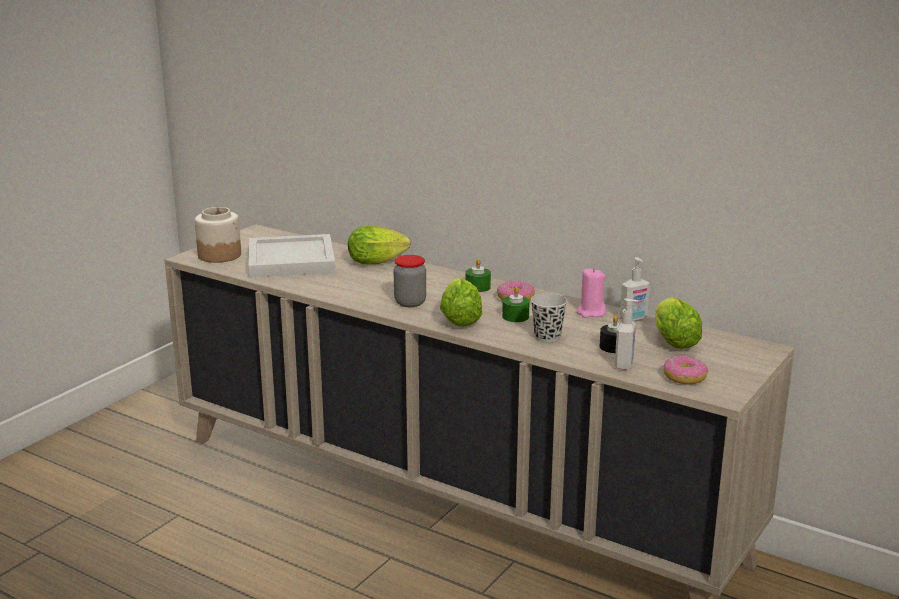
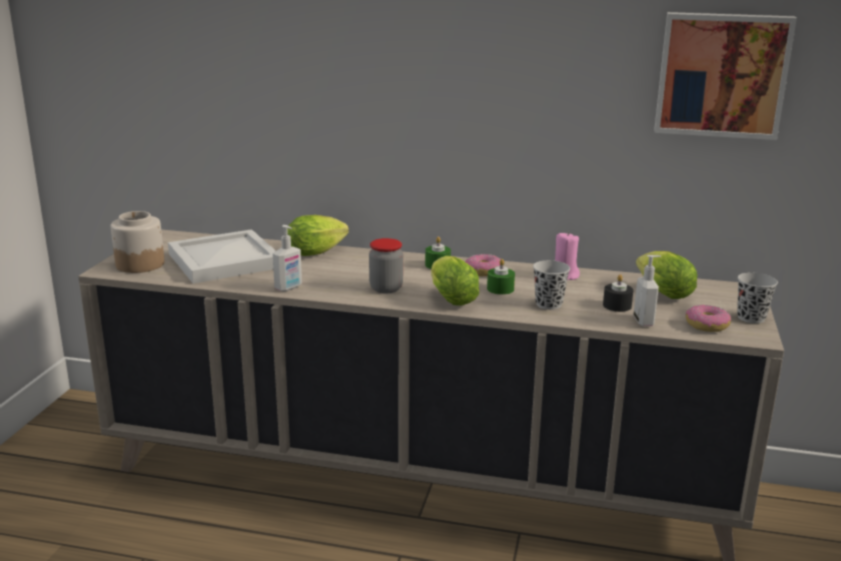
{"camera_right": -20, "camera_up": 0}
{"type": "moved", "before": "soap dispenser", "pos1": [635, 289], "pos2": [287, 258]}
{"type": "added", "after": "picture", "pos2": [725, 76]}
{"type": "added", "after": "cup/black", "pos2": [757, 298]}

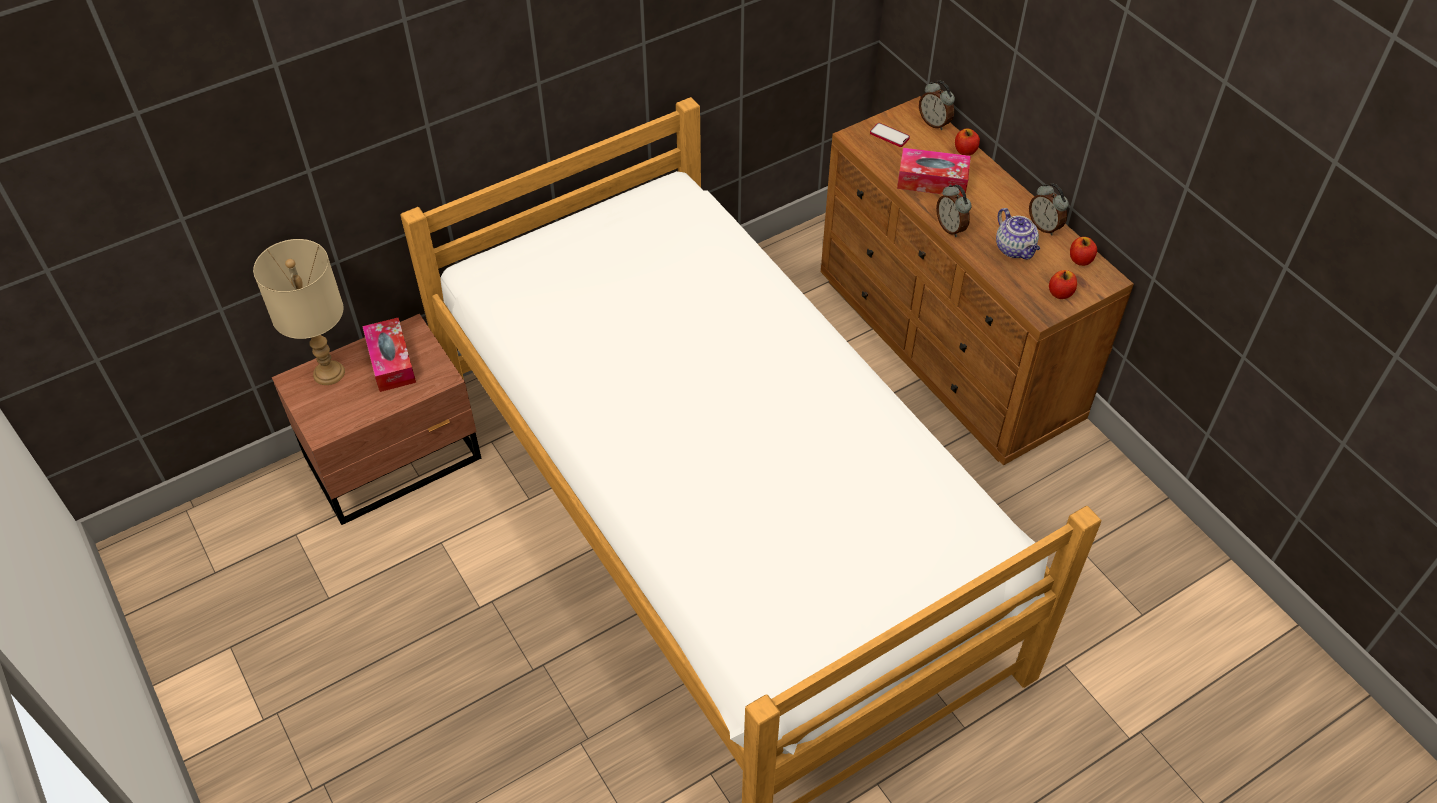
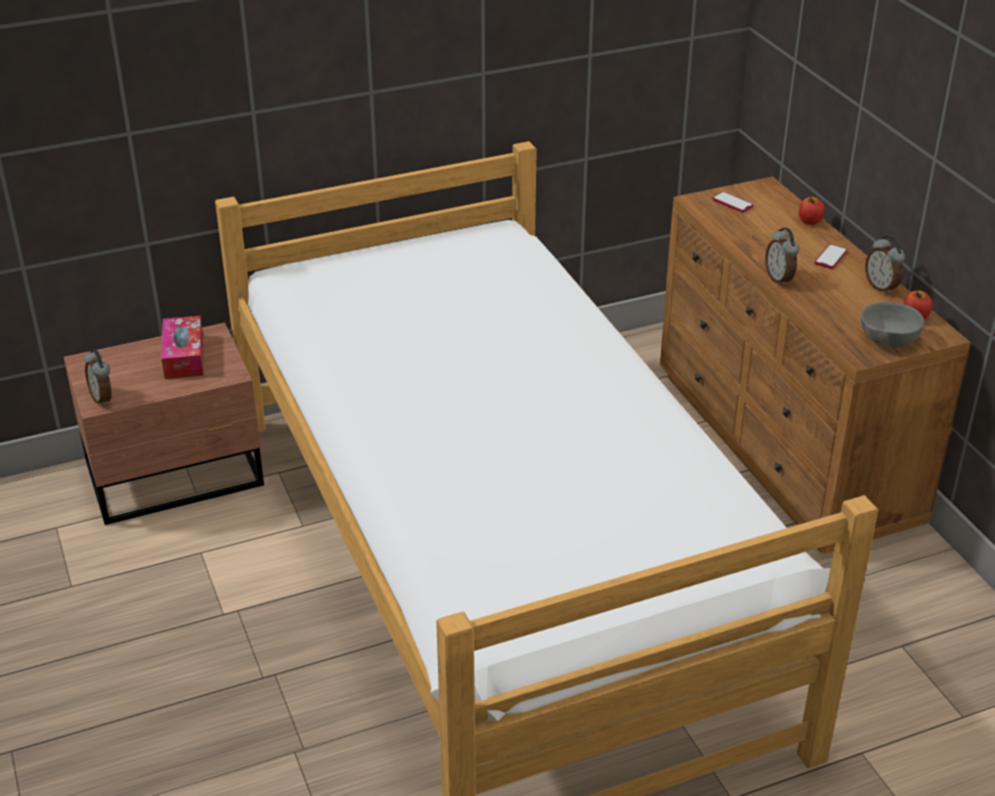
{"camera_right": 10, "camera_up": -15}
{"type": "moved", "before": "alarm clock", "pos1": [937, 105], "pos2": [98, 378]}
{"type": "added", "after": "phone", "pos2": [831, 256]}
{"type": "replaced", "before": "apple", "after": "bowl/grey", "pos1": [1063, 284], "pos2": [892, 324]}
{"type": "removed", "before": "table lamp/beige", "pos1": [299, 312]}
{"type": "removed", "before": "tissue box", "pos1": [934, 172]}
{"type": "removed", "before": "teapot", "pos1": [1018, 233]}

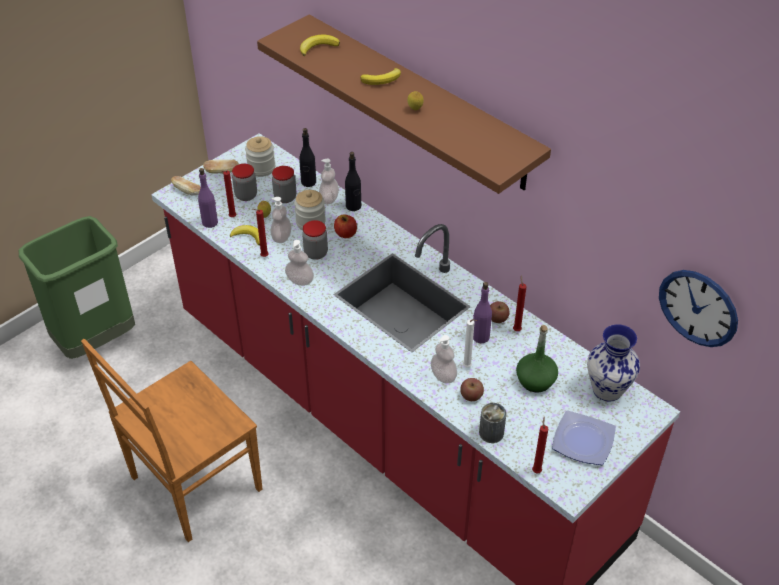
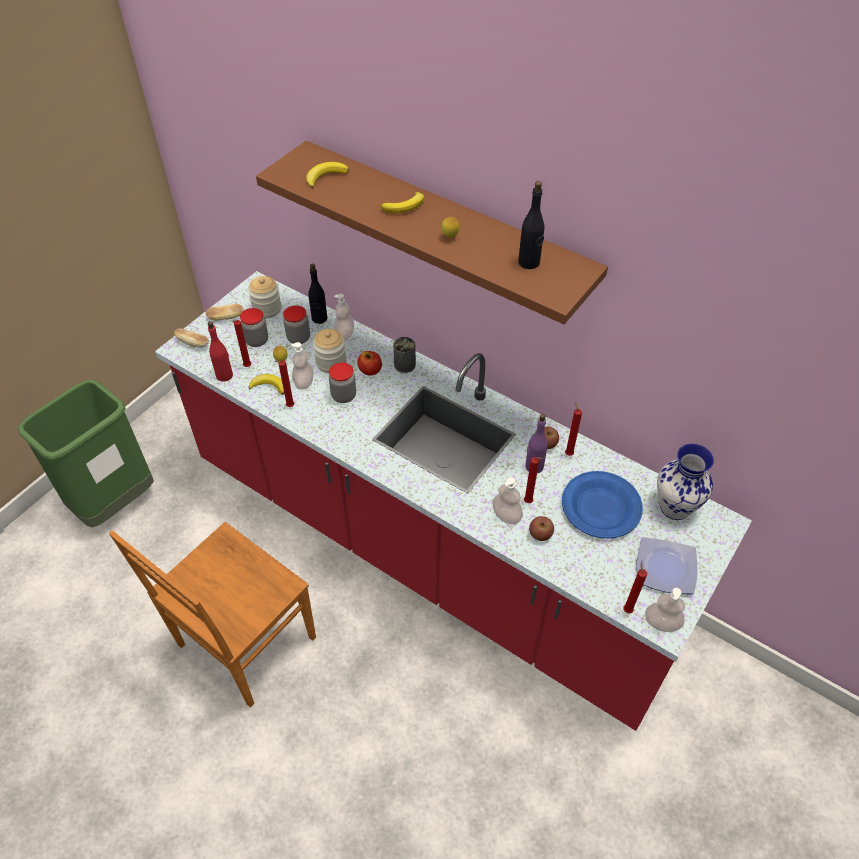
{"camera_right": -10, "camera_up": 5}
{"type": "recoloured", "before": "bottle/purple", "after": "bottle/red", "pos1": [208, 198], "pos2": [220, 351]}
{"type": "moved", "before": "can", "pos1": [493, 423], "pos2": [404, 355]}
{"type": "moved", "before": "bottle/black", "pos1": [353, 181], "pos2": [531, 225]}
{"type": "recoloured", "before": "candle/white", "after": "candle/red", "pos1": [470, 343], "pos2": [534, 480]}
{"type": "replaced", "before": "bottle/green", "after": "plate/blue", "pos1": [537, 358], "pos2": [602, 505]}
{"type": "moved", "before": "soap dispenser", "pos1": [299, 263], "pos2": [665, 610]}
{"type": "removed", "before": "wall clock", "pos1": [698, 308]}

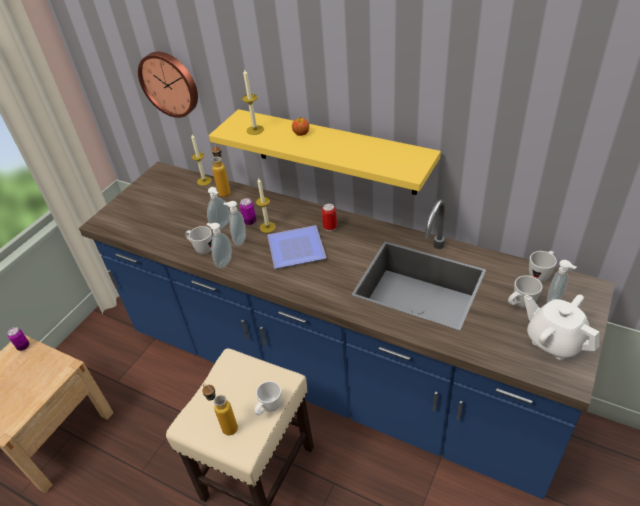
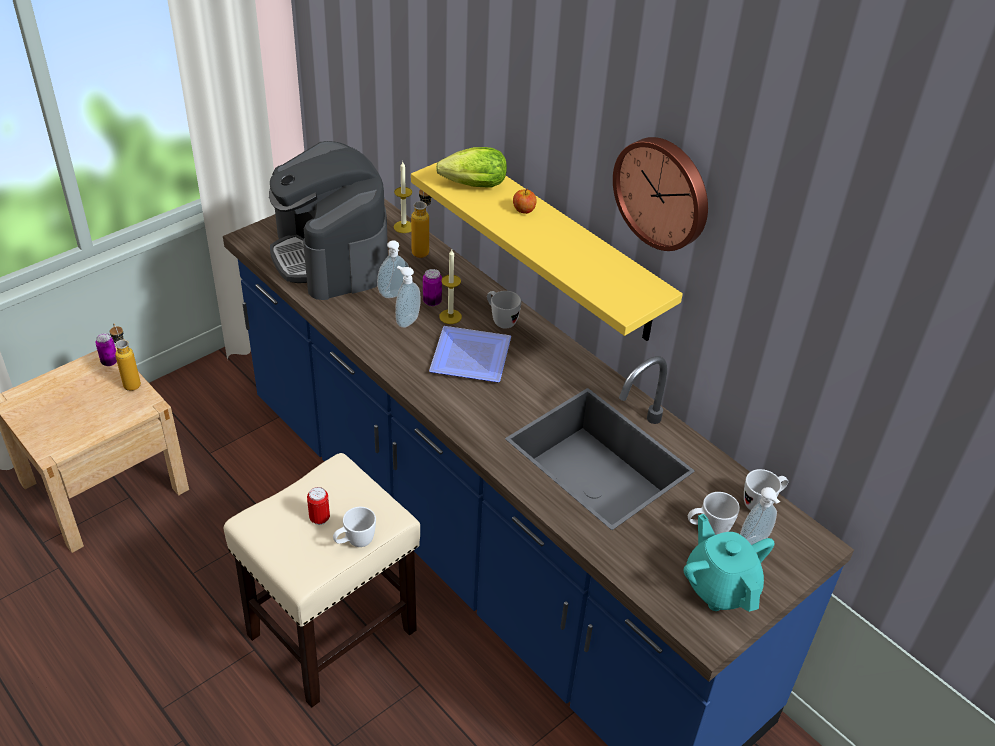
{"camera_right": 15, "camera_up": 0}
{"type": "moved", "before": "bottle", "pos1": [220, 409], "pos2": [125, 357]}
{"type": "added", "after": "coffee machine", "pos2": [328, 220]}
{"type": "moved", "before": "can", "pos1": [329, 217], "pos2": [318, 506]}
{"type": "replaced", "before": "candle", "after": "lettuce", "pos1": [253, 102], "pos2": [471, 167]}
{"type": "moved", "before": "mug/white", "pos1": [199, 240], "pos2": [504, 309]}
{"type": "moved", "before": "wall clock", "pos1": [168, 85], "pos2": [660, 194]}
{"type": "recoloured", "before": "teapot/white", "after": "teapot/turquoise", "pos1": [562, 327], "pos2": [729, 563]}
{"type": "removed", "before": "soap dispenser", "pos1": [219, 245]}

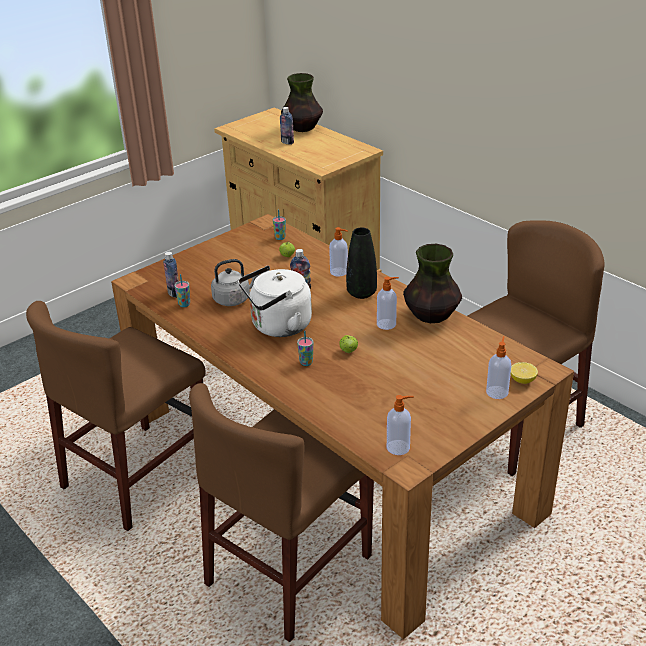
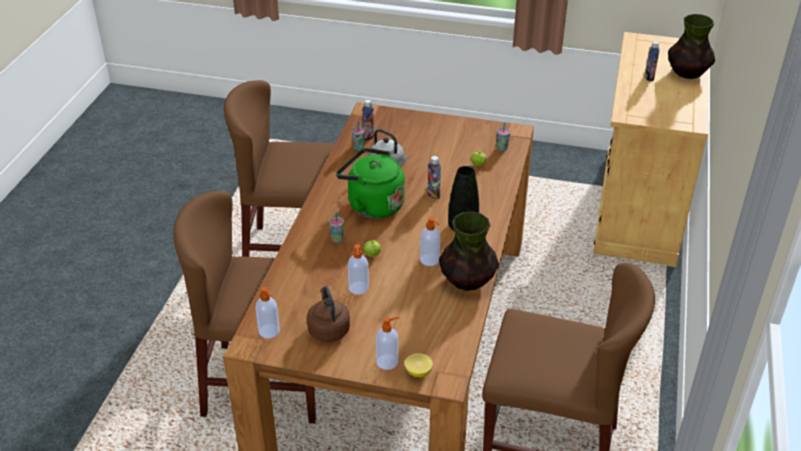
{"camera_right": 55, "camera_up": 5}
{"type": "added", "after": "kettle/brown", "pos2": [328, 314]}
{"type": "recoloured", "before": "kettle/white", "after": "kettle/green", "pos1": [275, 301], "pos2": [370, 183]}
{"type": "moved", "before": "soap dispenser", "pos1": [338, 252], "pos2": [358, 269]}

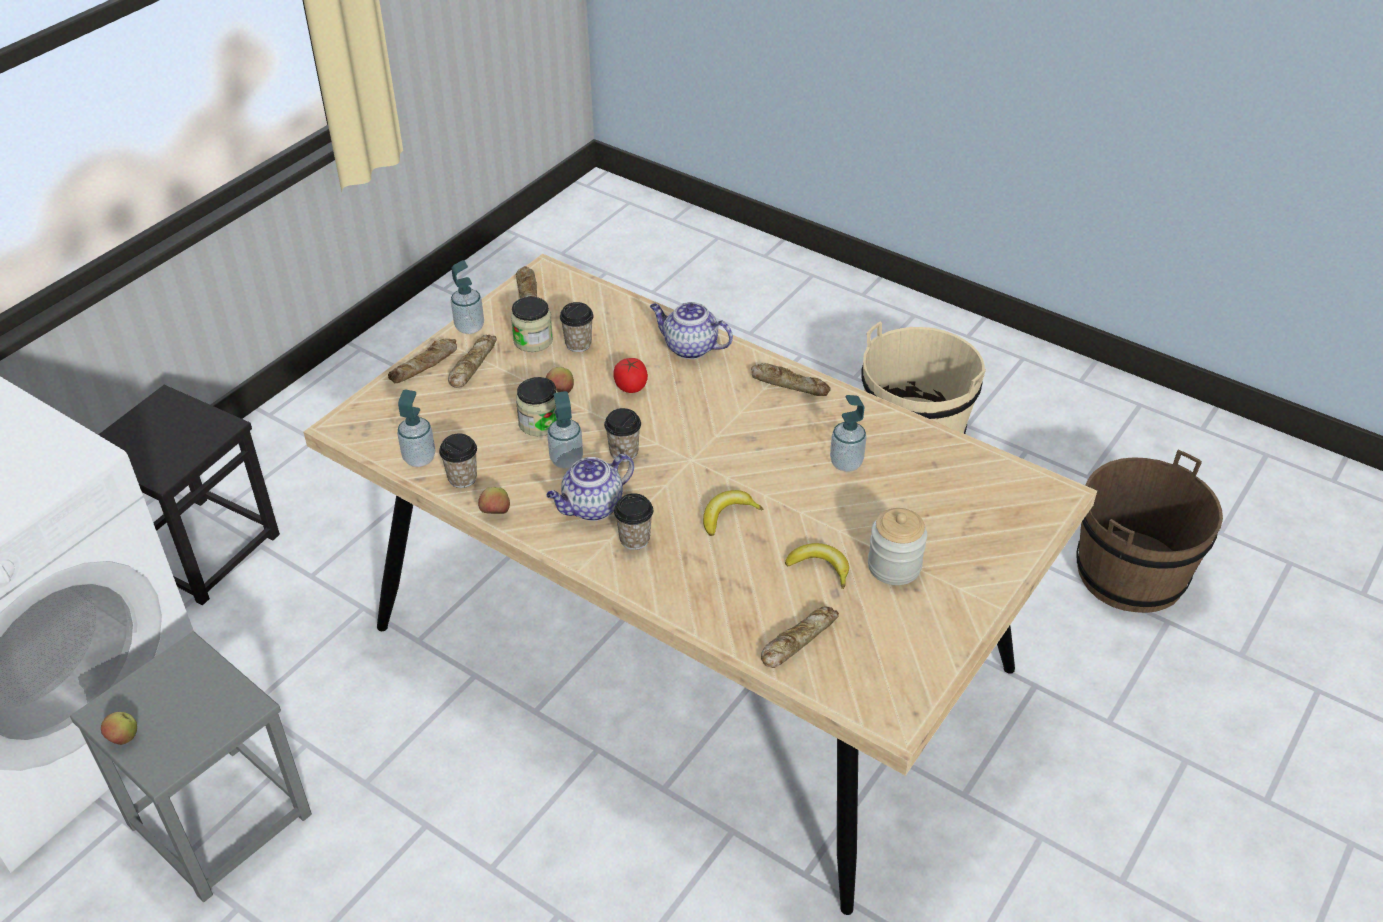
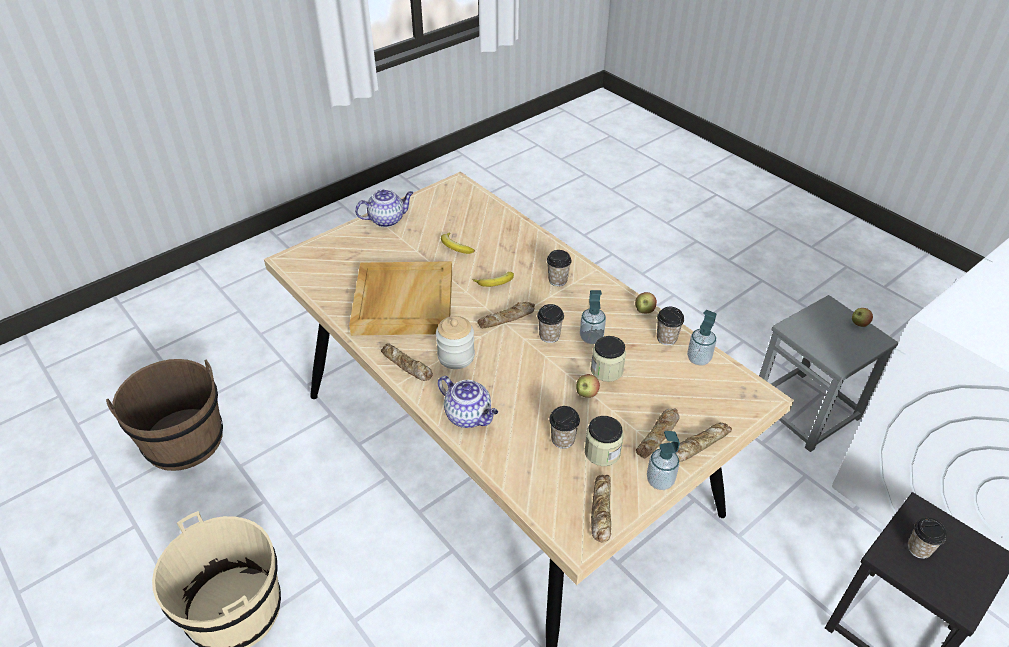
{"camera_right": -165, "camera_up": 0}
{"type": "replaced", "before": "soap dispenser", "after": "tray/beige", "pos1": [848, 433], "pos2": [400, 298]}
{"type": "moved", "before": "teapot", "pos1": [590, 487], "pos2": [384, 208]}
{"type": "moved", "before": "jar", "pos1": [897, 546], "pos2": [455, 342]}
{"type": "moved", "before": "bread", "pos1": [800, 637], "pos2": [506, 315]}
{"type": "added", "after": "cup", "pos2": [927, 538]}
{"type": "removed", "before": "tomato", "pos1": [630, 375]}

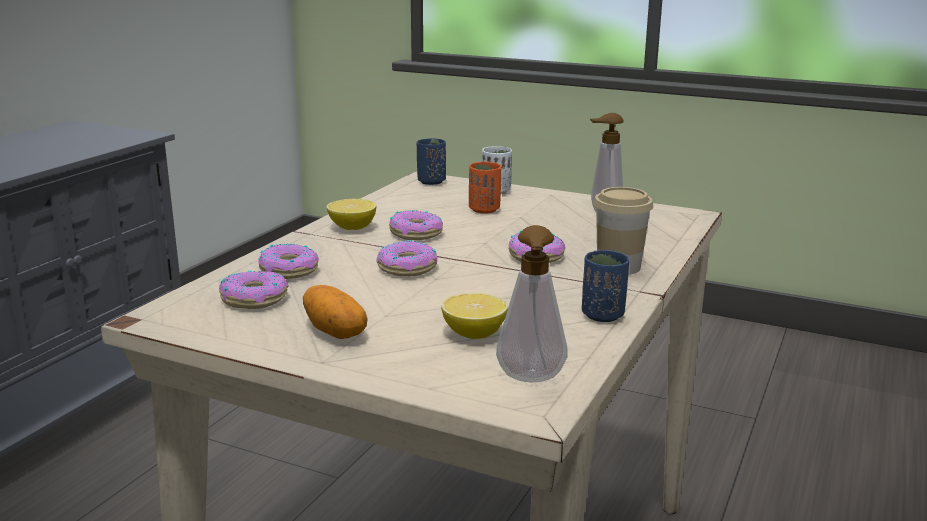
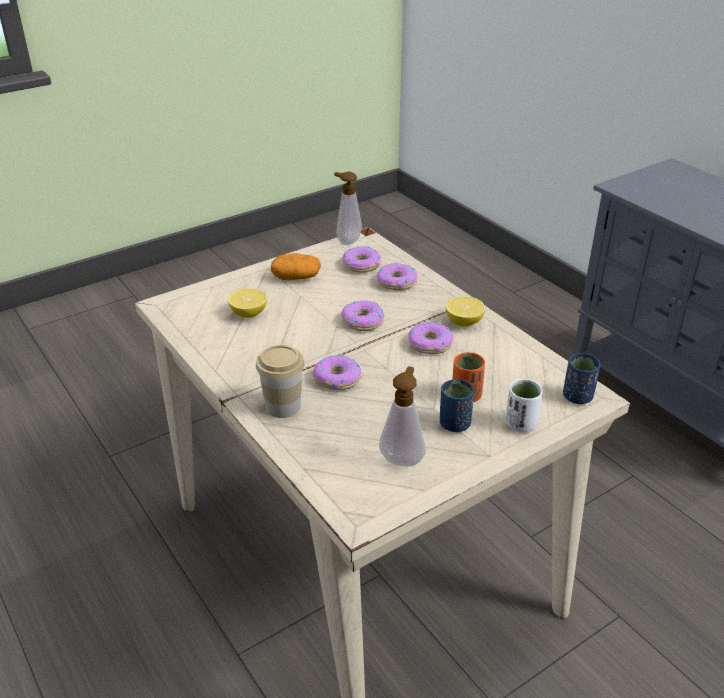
{"camera_right": 120, "camera_up": 15}
{"type": "moved", "before": "soap dispenser", "pos1": [531, 303], "pos2": [348, 208]}
{"type": "moved", "before": "cup/blue", "pos1": [605, 286], "pos2": [457, 405]}

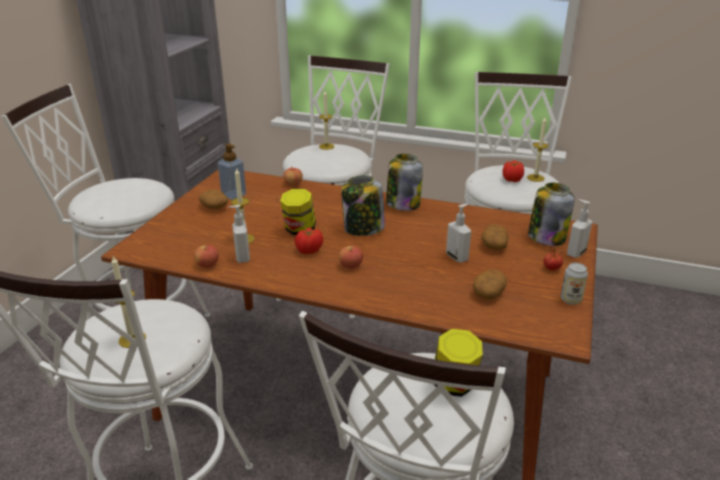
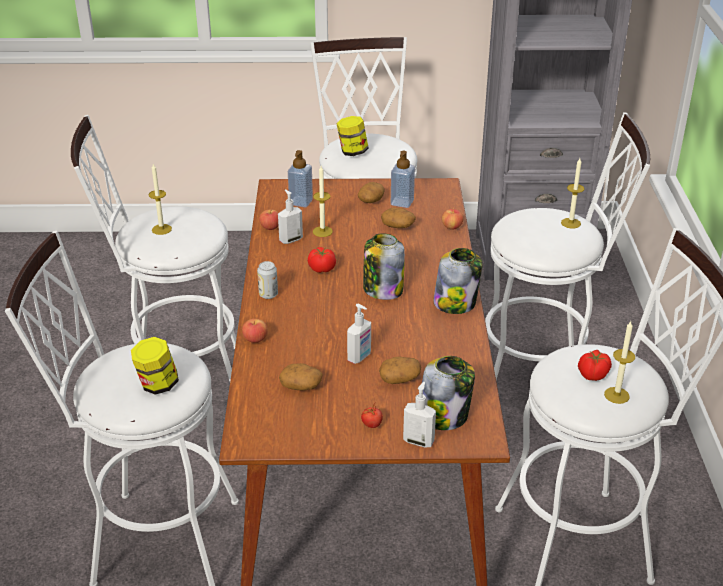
{"camera_right": 70, "camera_up": 5}
{"type": "moved", "before": "apple", "pos1": [351, 257], "pos2": [255, 331]}
{"type": "moved", "before": "can", "pos1": [574, 284], "pos2": [267, 280]}
{"type": "added", "after": "soap dispenser", "pos2": [300, 178]}
{"type": "moved", "before": "jar", "pos1": [298, 212], "pos2": [352, 136]}
{"type": "added", "after": "potato", "pos2": [398, 218]}

